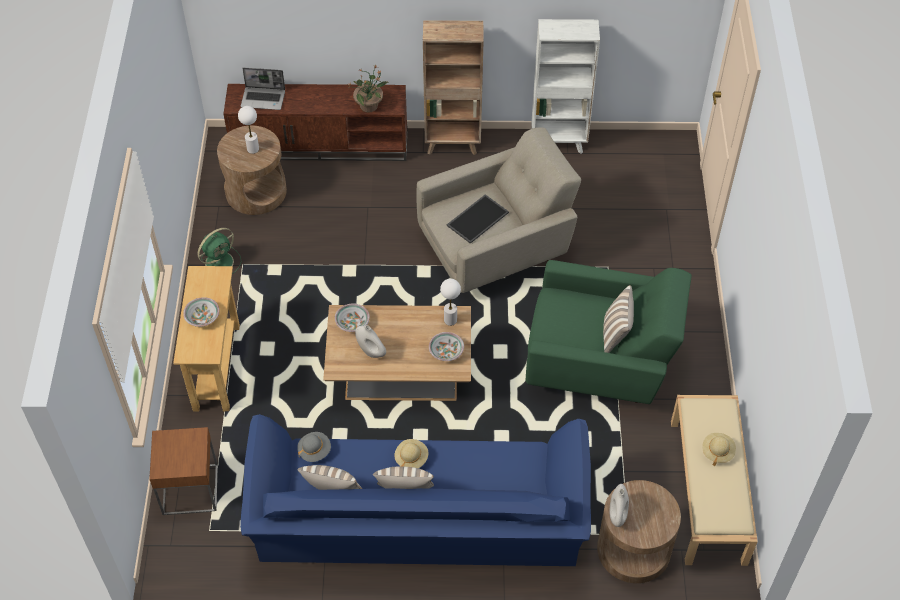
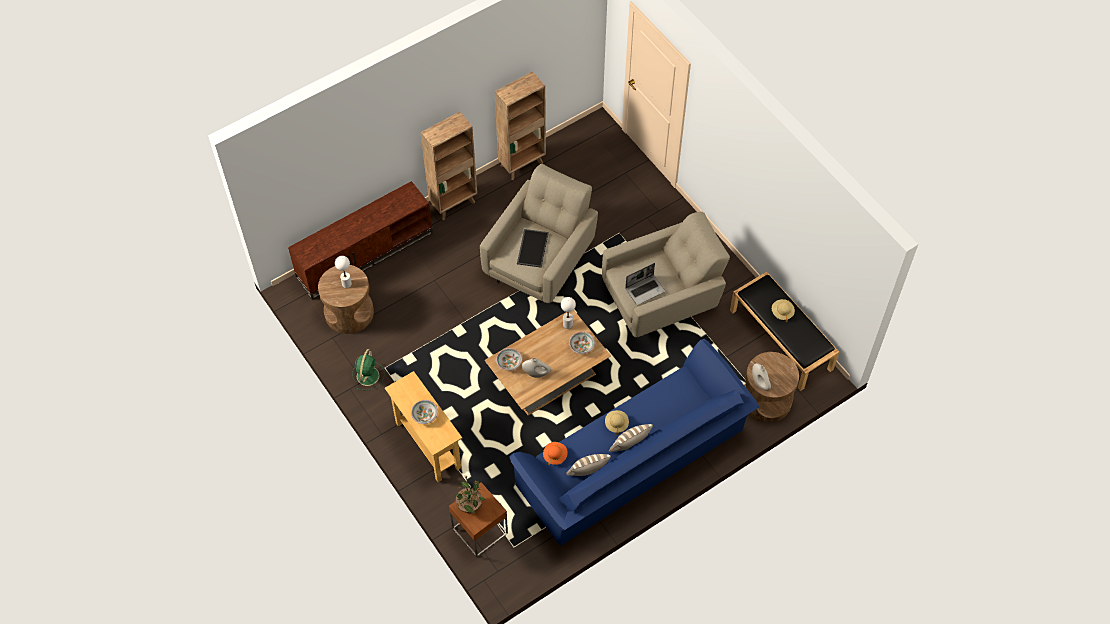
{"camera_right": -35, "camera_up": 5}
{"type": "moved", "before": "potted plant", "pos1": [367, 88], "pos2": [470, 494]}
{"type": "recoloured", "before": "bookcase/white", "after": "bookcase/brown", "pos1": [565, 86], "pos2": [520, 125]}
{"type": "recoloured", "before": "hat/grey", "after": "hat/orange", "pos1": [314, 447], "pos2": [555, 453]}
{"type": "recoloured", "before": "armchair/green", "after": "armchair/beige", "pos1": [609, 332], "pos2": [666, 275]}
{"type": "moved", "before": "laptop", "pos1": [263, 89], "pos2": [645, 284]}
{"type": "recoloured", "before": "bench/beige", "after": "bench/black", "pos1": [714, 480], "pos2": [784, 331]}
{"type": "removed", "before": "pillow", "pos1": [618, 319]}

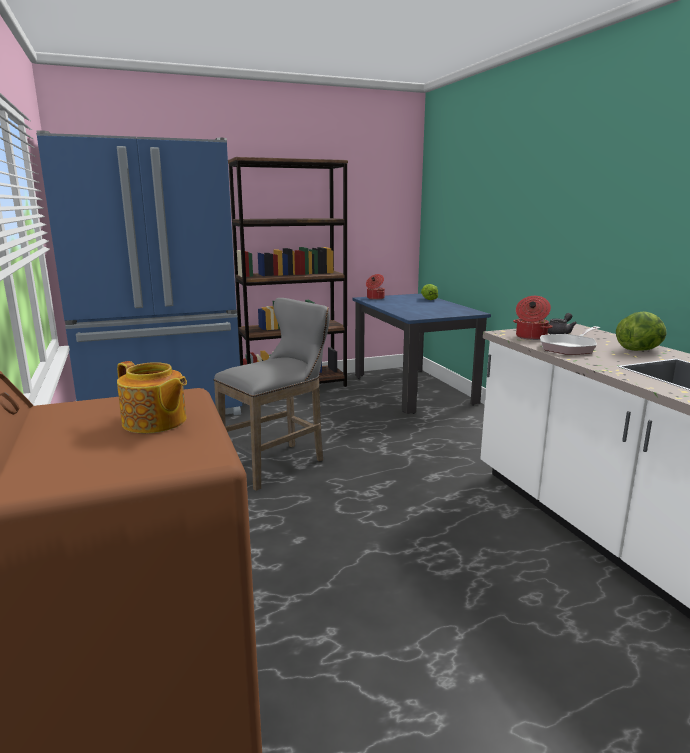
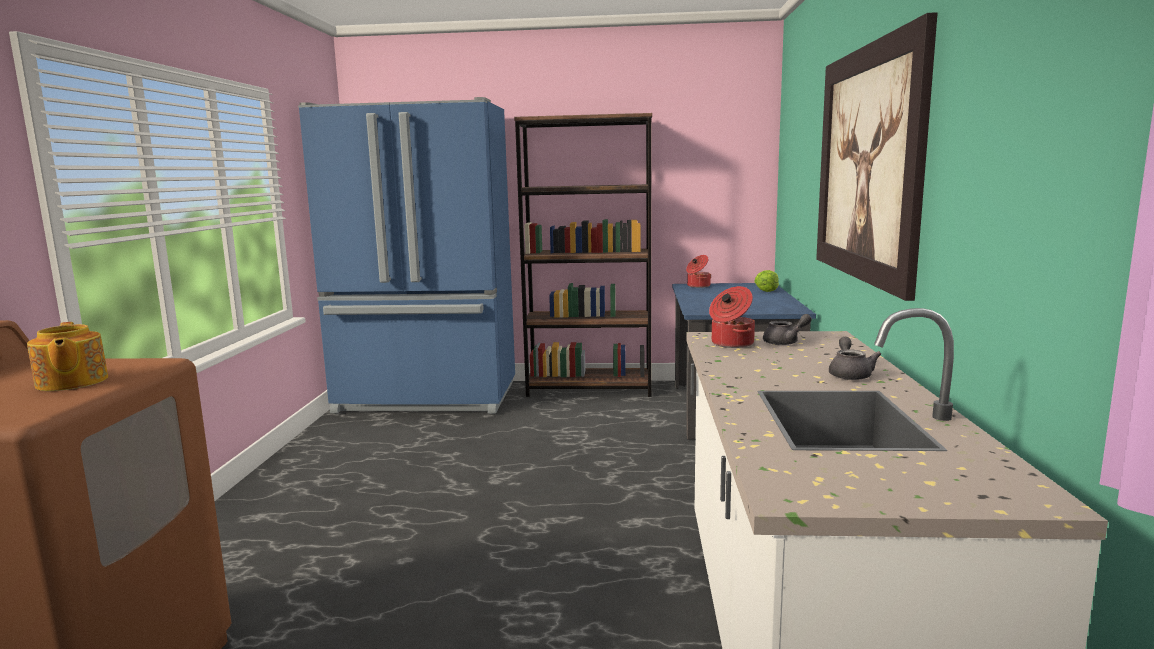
{"camera_right": 25, "camera_up": -5}
{"type": "added", "after": "picture", "pos2": [877, 156]}
{"type": "replaced", "before": "lettuce", "after": "teapot/grey", "pos1": [641, 331], "pos2": [855, 358]}
{"type": "removed", "before": "stool/grey", "pos1": [272, 394]}
{"type": "removed", "before": "frying pan", "pos1": [570, 340]}

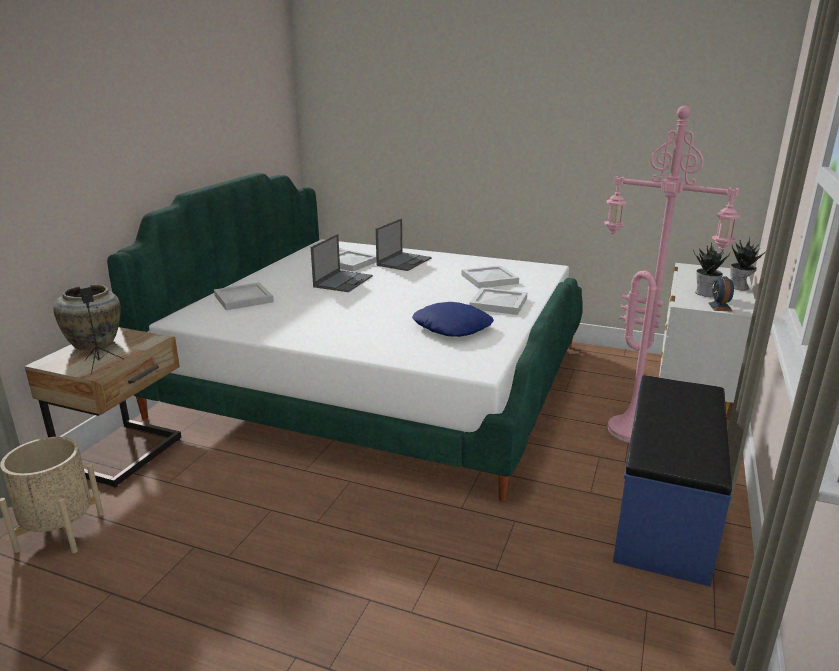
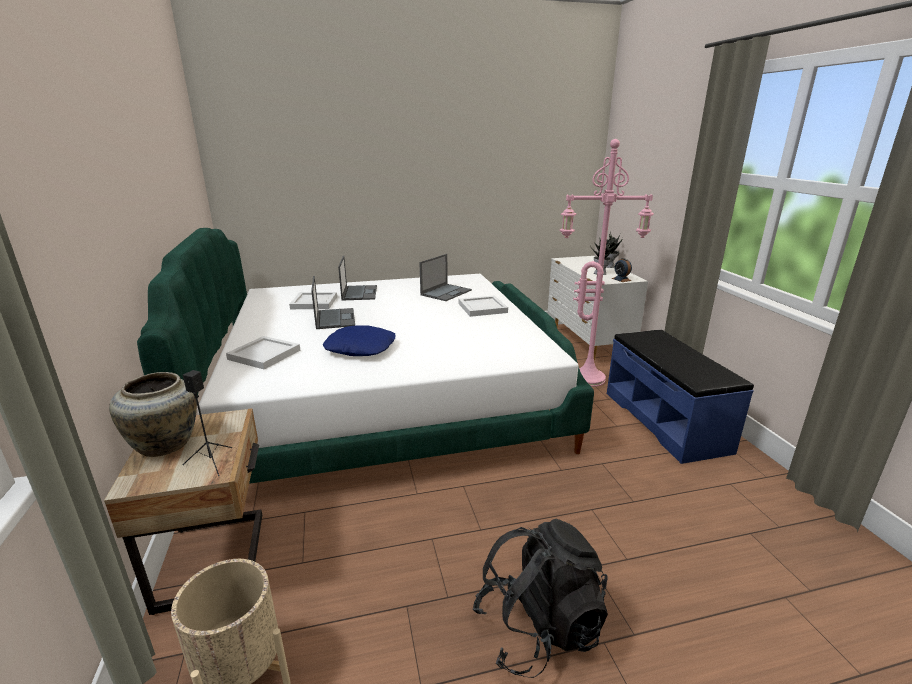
{"camera_right": -35, "camera_up": 0}
{"type": "moved", "before": "pillow/blue", "pos1": [453, 319], "pos2": [359, 341]}
{"type": "replaced", "before": "tray/white", "after": "laptop", "pos1": [490, 277], "pos2": [445, 277]}
{"type": "added", "after": "backpack/black", "pos2": [540, 598]}

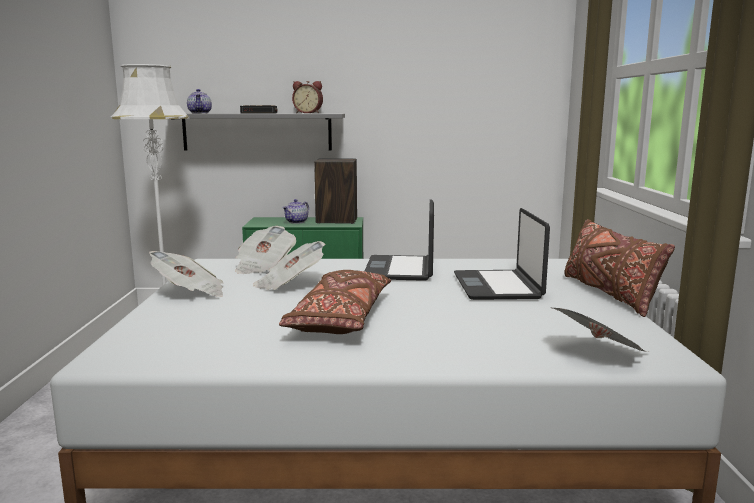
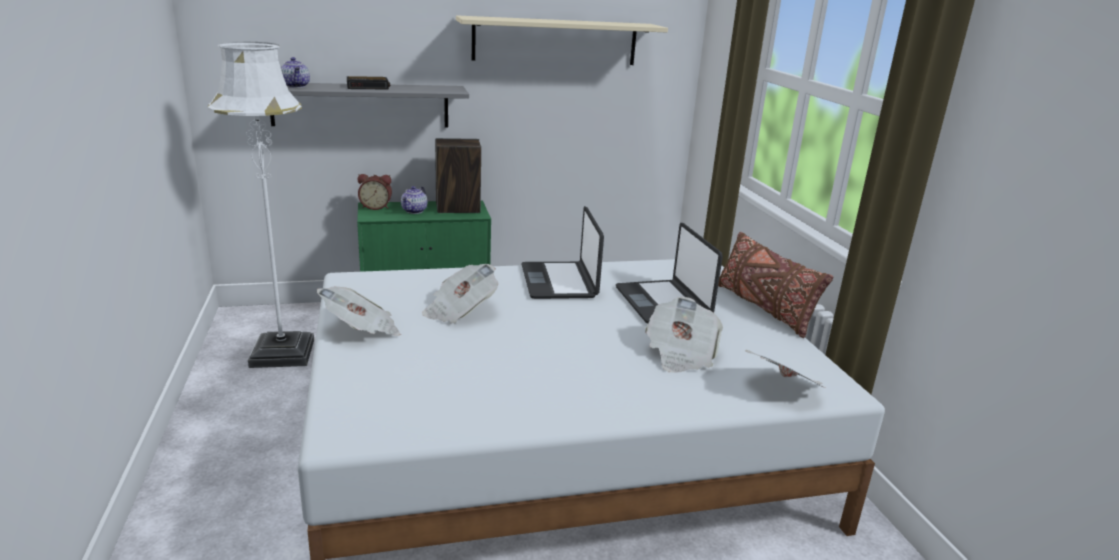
{"camera_right": -15, "camera_up": 10}
{"type": "moved", "before": "alarm clock", "pos1": [307, 97], "pos2": [375, 192]}
{"type": "added", "after": "shelf/beige", "pos2": [562, 40]}
{"type": "moved", "before": "newspaper", "pos1": [265, 250], "pos2": [684, 335]}
{"type": "removed", "before": "pillow/brown", "pos1": [335, 302]}

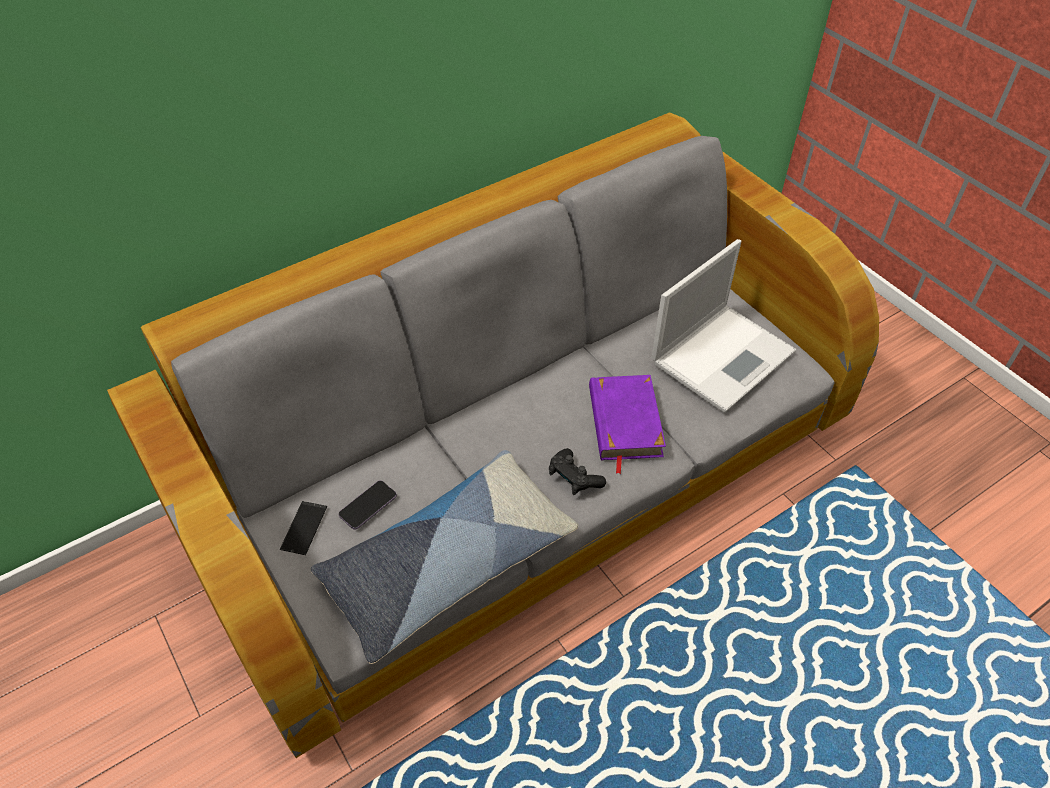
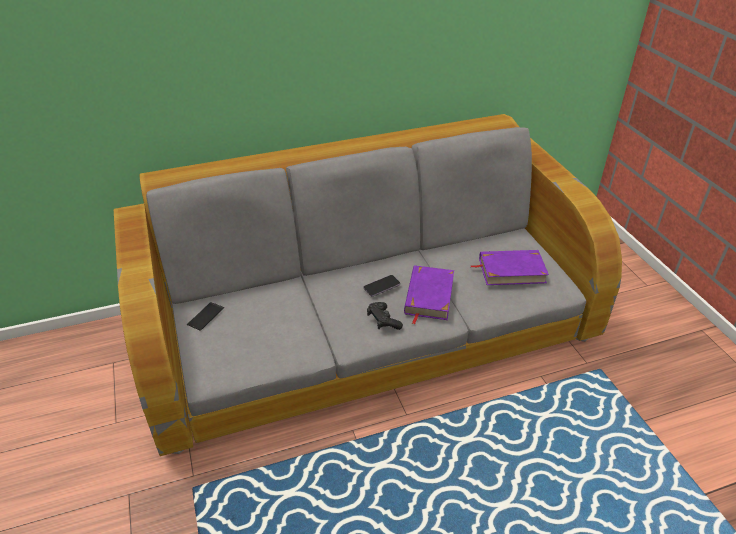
{"camera_right": 15, "camera_up": -10}
{"type": "moved", "before": "phone", "pos1": [367, 505], "pos2": [382, 285]}
{"type": "replaced", "before": "laptop", "after": "book/purple", "pos1": [724, 326], "pos2": [509, 267]}
{"type": "removed", "before": "pillow", "pos1": [444, 557]}

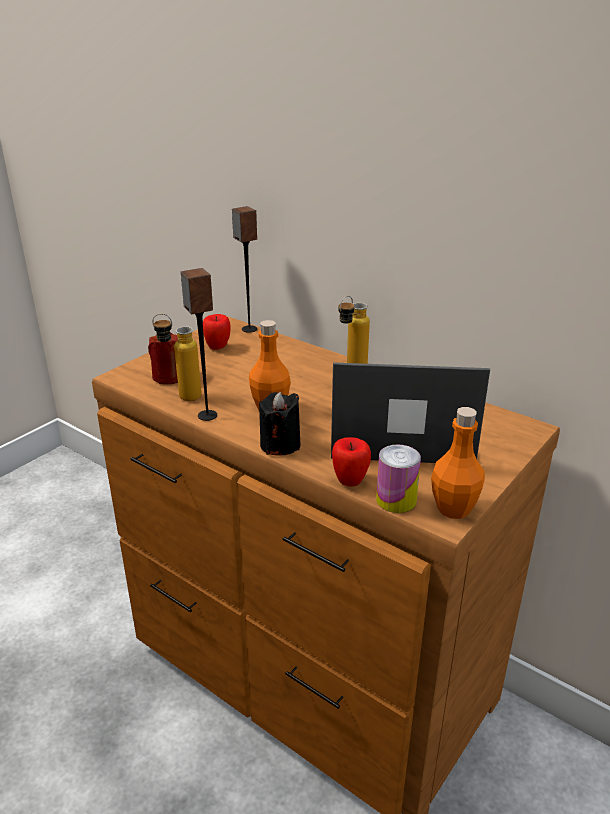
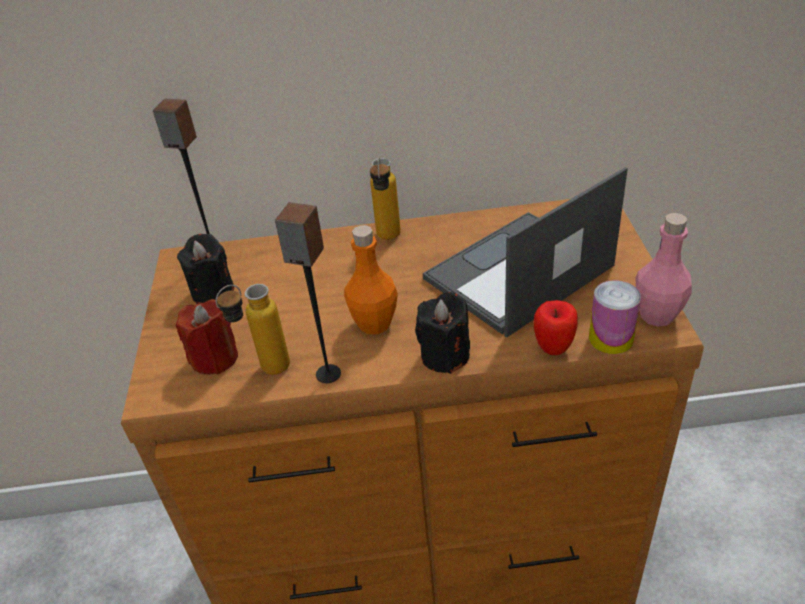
{"camera_right": -40, "camera_up": 10}
{"type": "replaced", "before": "apple", "after": "candle/black", "pos1": [217, 332], "pos2": [205, 269]}
{"type": "recoloured", "before": "bottle/orange", "after": "bottle/pink", "pos1": [458, 463], "pos2": [664, 270]}

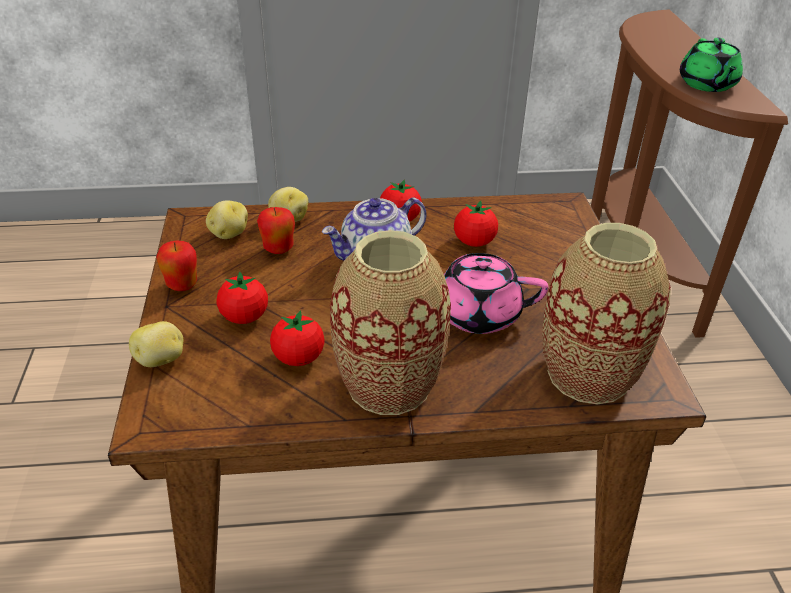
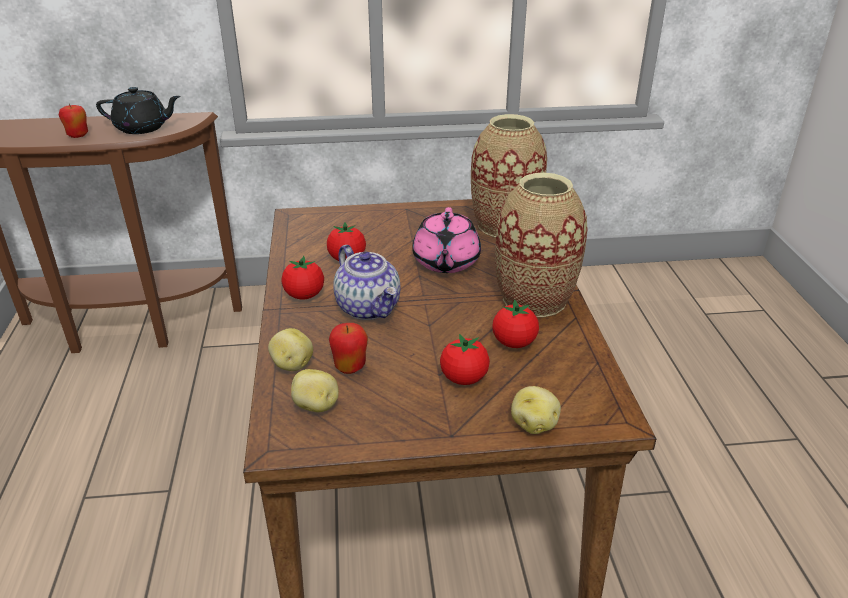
{"camera_right": -90, "camera_up": -5}
{"type": "moved", "before": "apple", "pos1": [176, 265], "pos2": [73, 121]}
{"type": "recoloured", "before": "teapot/green", "after": "teapot/black", "pos1": [711, 65], "pos2": [138, 110]}

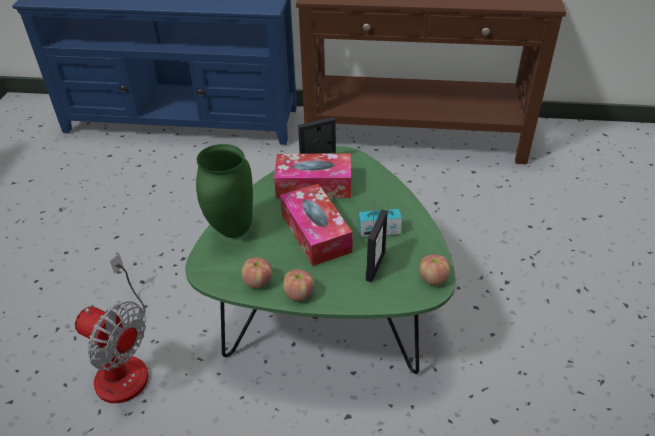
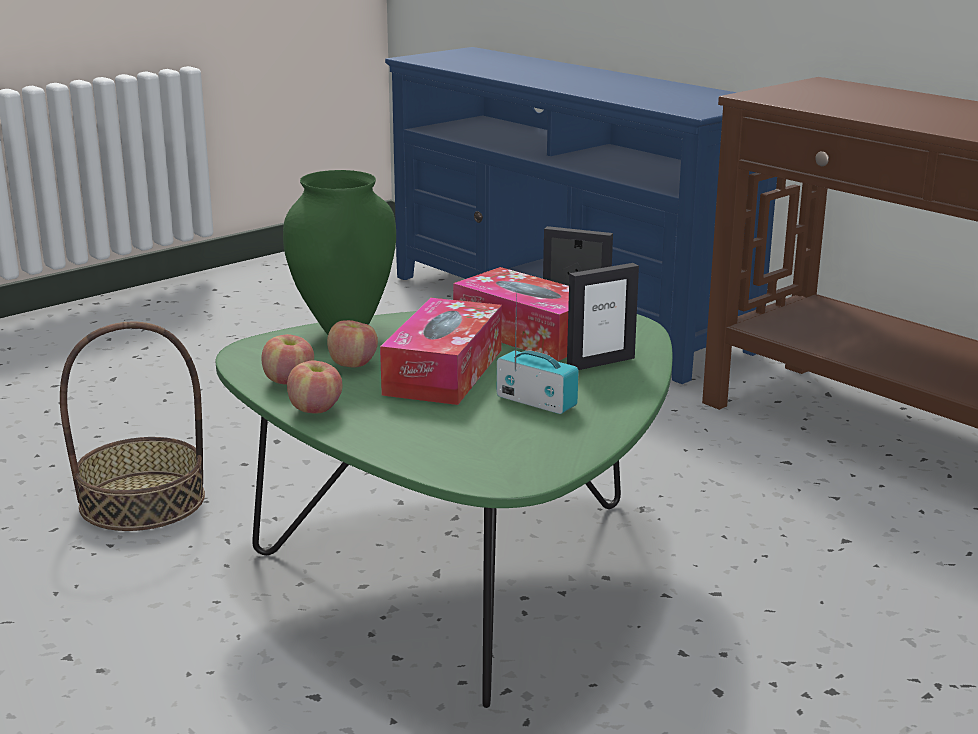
{"camera_right": 40, "camera_up": -20}
{"type": "replaced", "before": "fan", "after": "basket", "pos1": [111, 328], "pos2": [132, 426]}
{"type": "moved", "before": "apple", "pos1": [434, 270], "pos2": [352, 344]}
{"type": "moved", "before": "picture frame", "pos1": [377, 245], "pos2": [603, 316]}

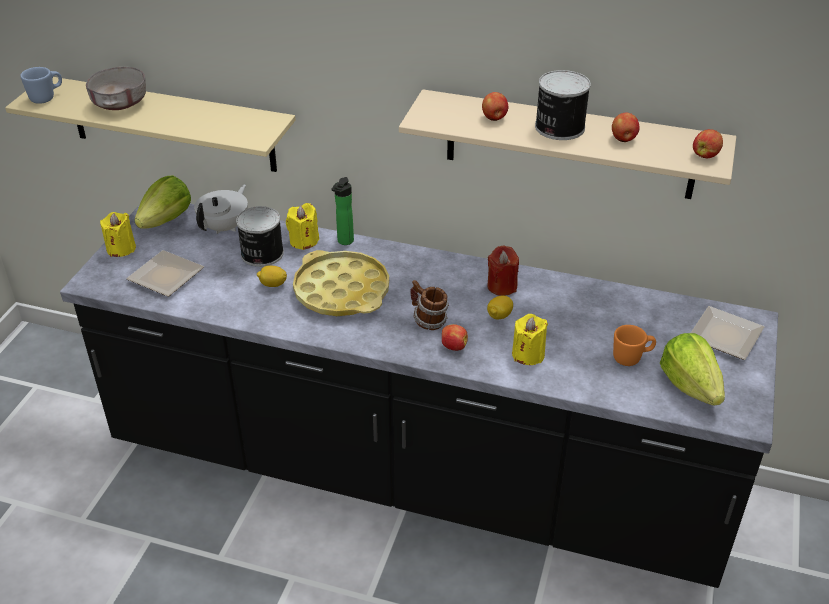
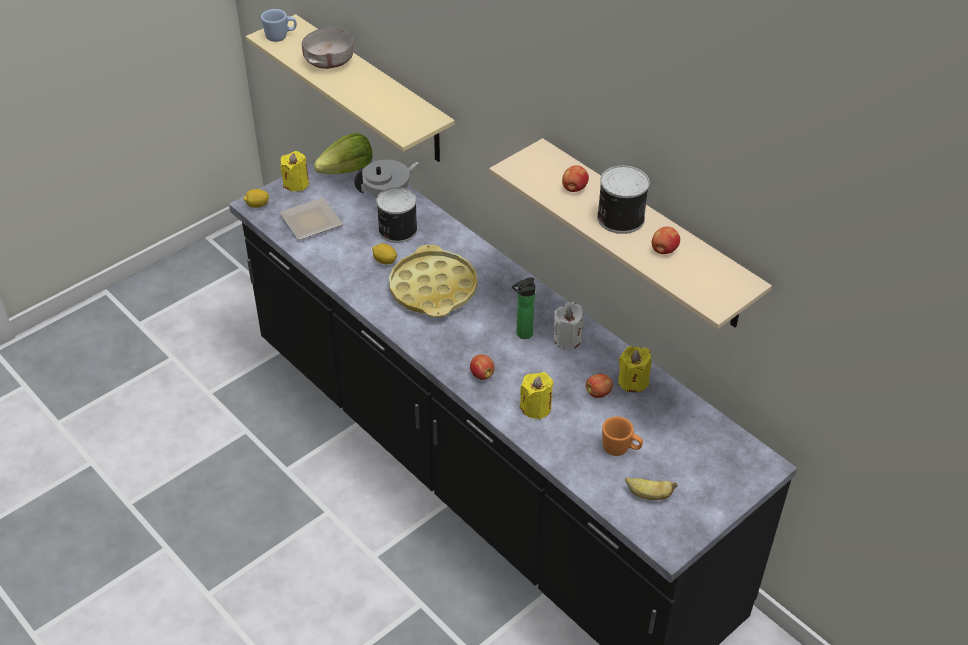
{"camera_right": 30, "camera_up": 5}
{"type": "moved", "before": "lemon", "pos1": [500, 307], "pos2": [256, 198]}
{"type": "moved", "before": "bottle", "pos1": [342, 211], "pos2": [523, 308]}
{"type": "recoloured", "before": "candle/red", "after": "candle/white", "pos1": [503, 270], "pos2": [569, 325]}
{"type": "moved", "before": "apple", "pos1": [708, 143], "pos2": [599, 386]}
{"type": "moved", "before": "candle/yellow", "pos1": [302, 226], "pos2": [634, 369]}
{"type": "replaced", "before": "lettuce", "after": "banana", "pos1": [692, 369], "pos2": [651, 488]}
{"type": "removed", "before": "mug", "pos1": [429, 305]}
{"type": "removed", "before": "plate", "pos1": [727, 333]}

